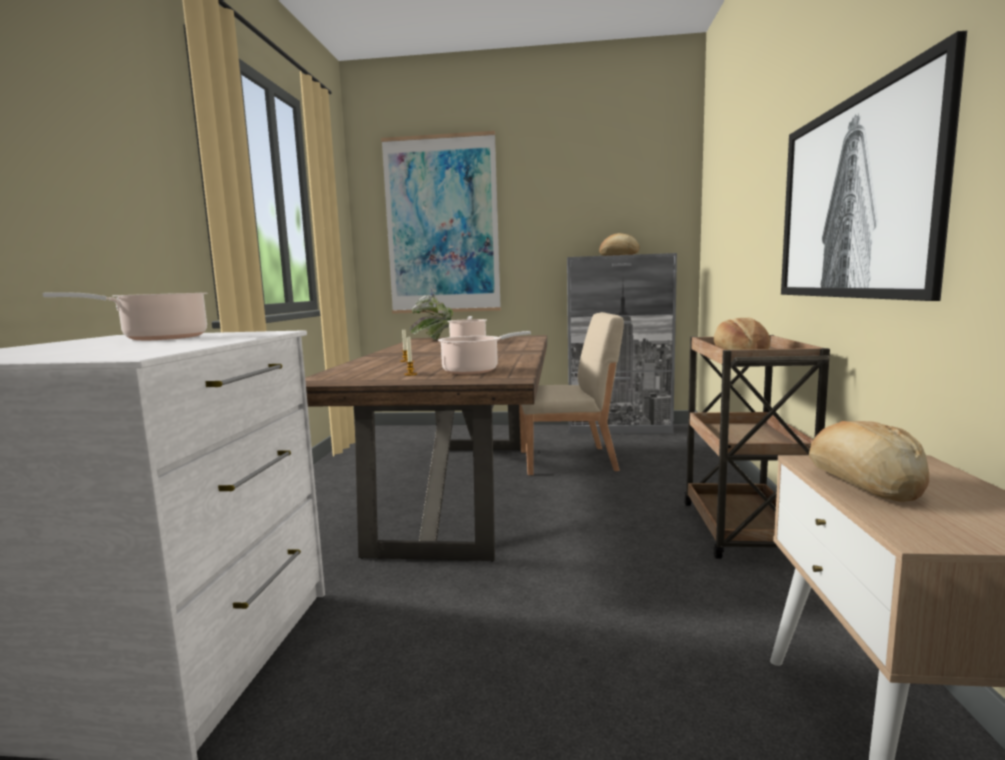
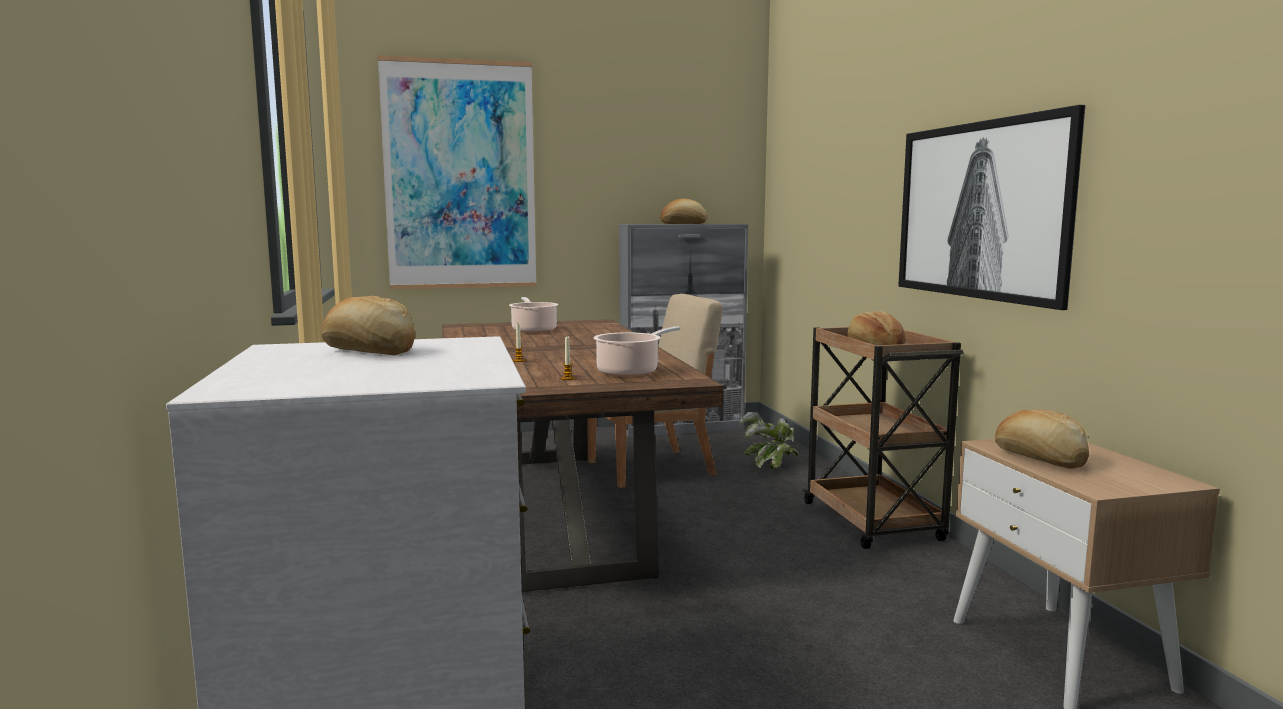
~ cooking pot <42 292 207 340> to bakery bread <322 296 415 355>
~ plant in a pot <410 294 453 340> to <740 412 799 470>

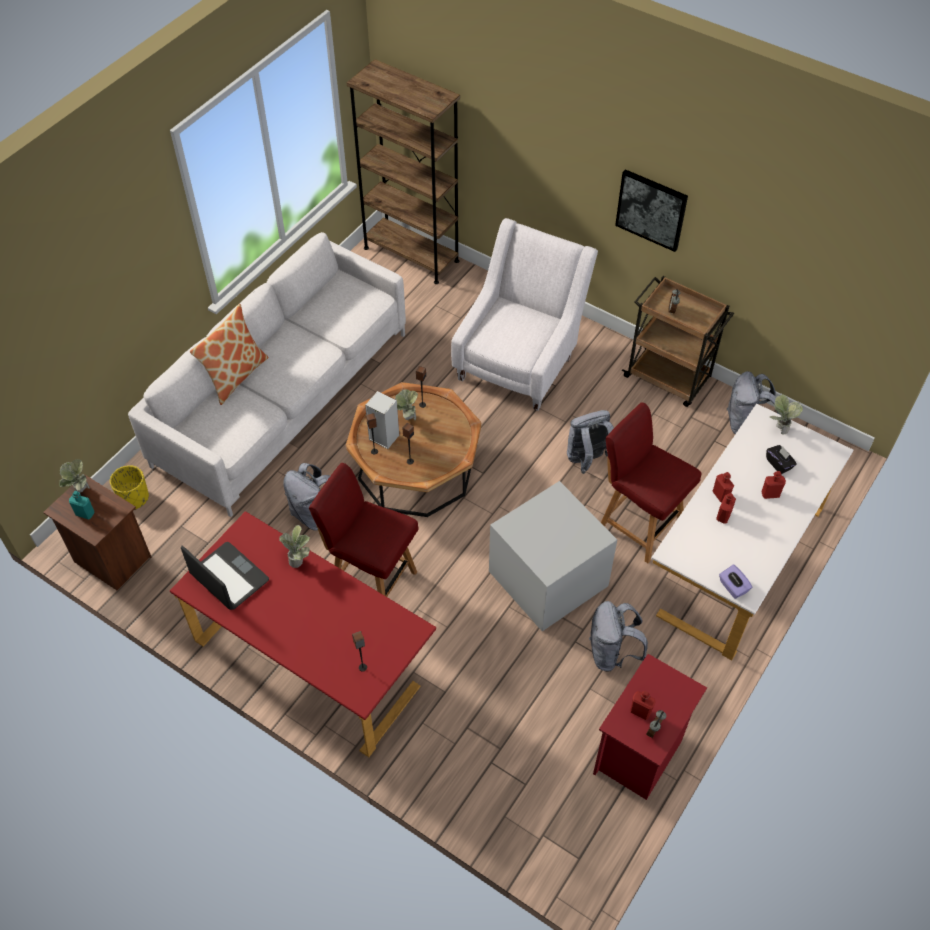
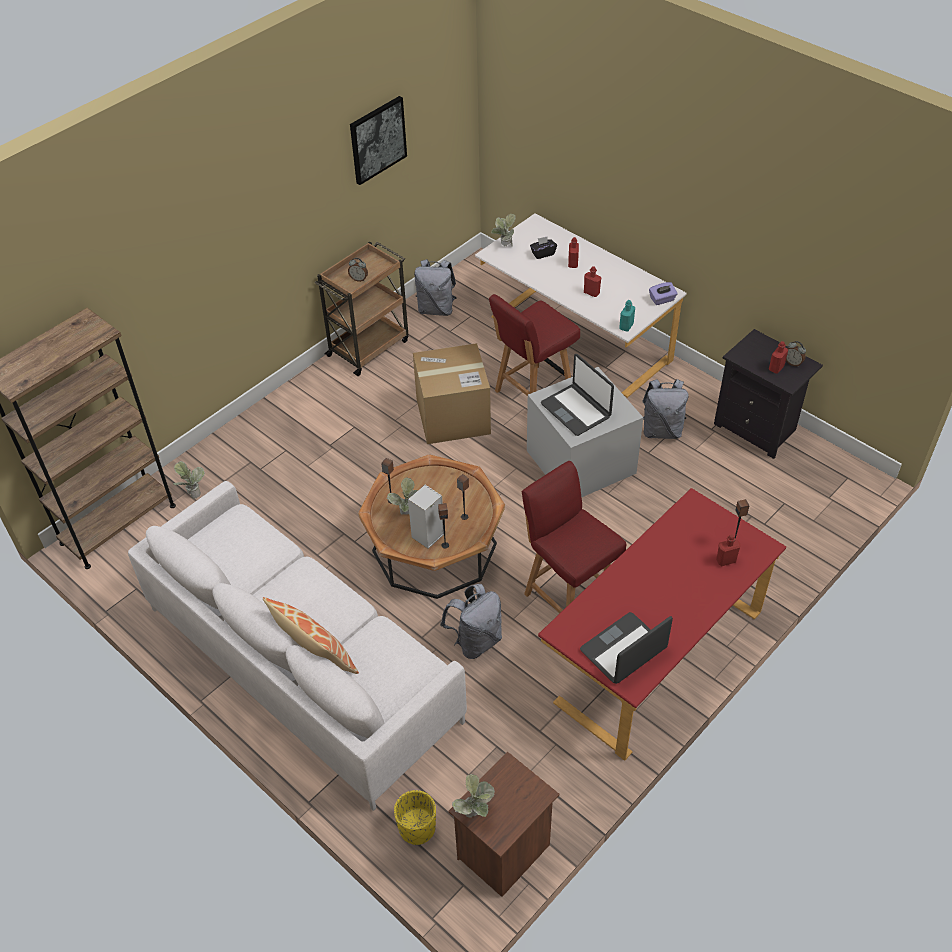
~ bottle/turquoise <69 491 94 520> to <619 300 635 332>
~ plant in a pot <279 525 310 568> to <173 461 205 499>
~ upright chair/red-coloured <309 463 419 597> = <522 461 626 613> 105 degrees clockwise
- easy chair/white <451 218 598 411>
~ knapsack/greyish <567 410 614 474> to packing box <413 343 491 444>
~ nightstand/red-coloured <593 654 707 800> to nightstand/black-coloured <714 329 823 459>
~ picture <615 169 688 252> to <350 96 407 185>
~ bottle/red-coloured <712 472 734 502> to <716 534 740 566>
+ notebook computer <541 354 614 436>

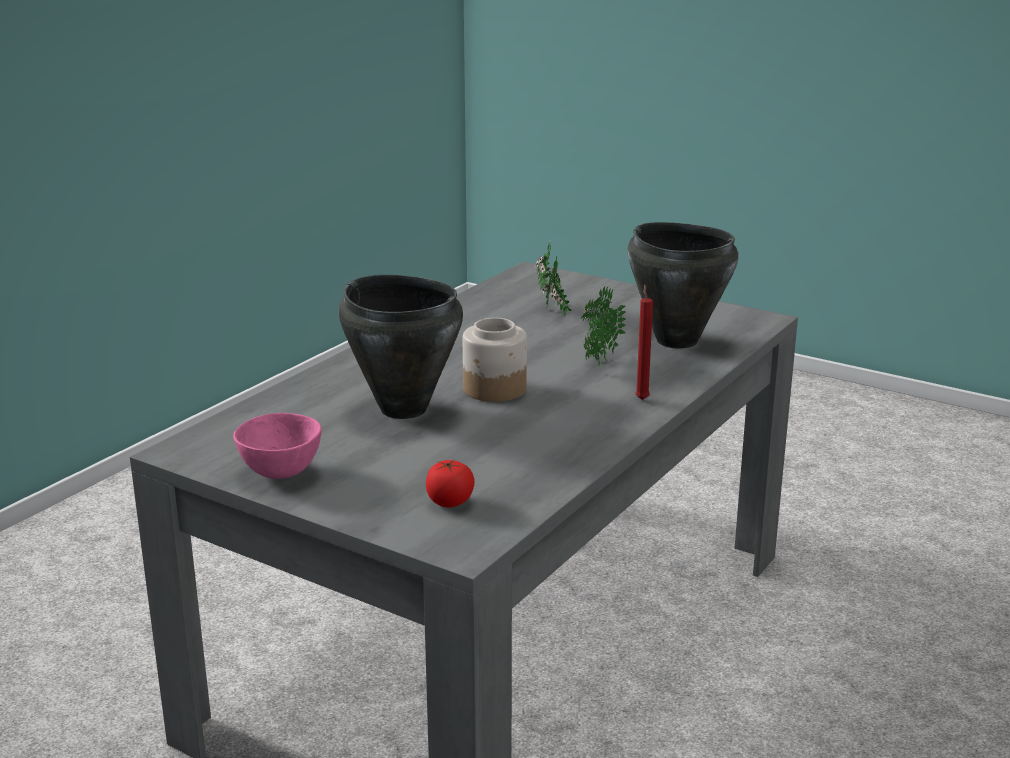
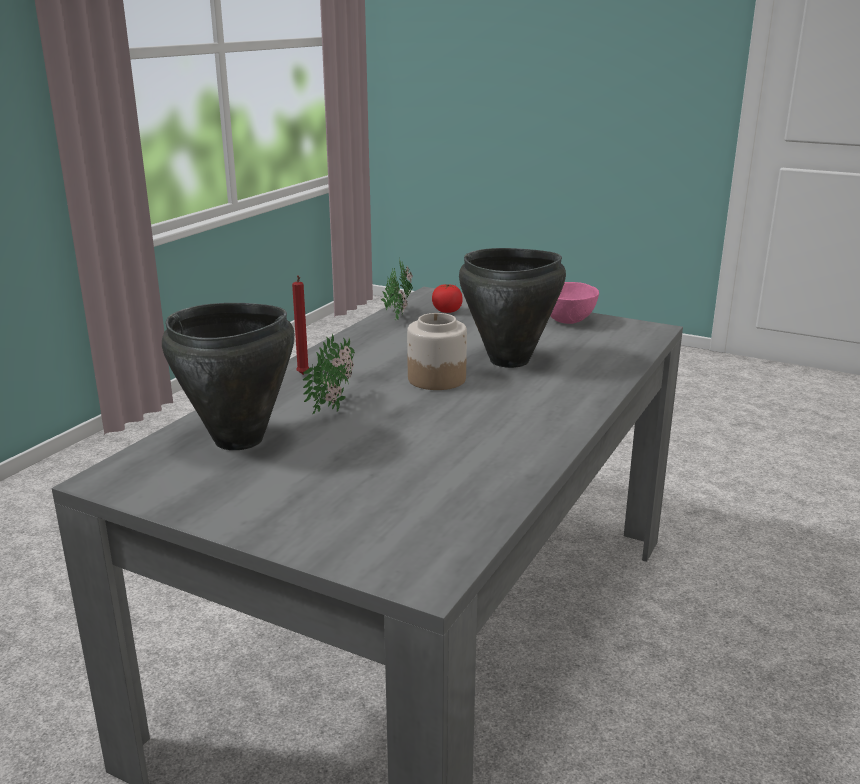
~ plant in a pot <535 241 572 315> to <380 256 413 320>

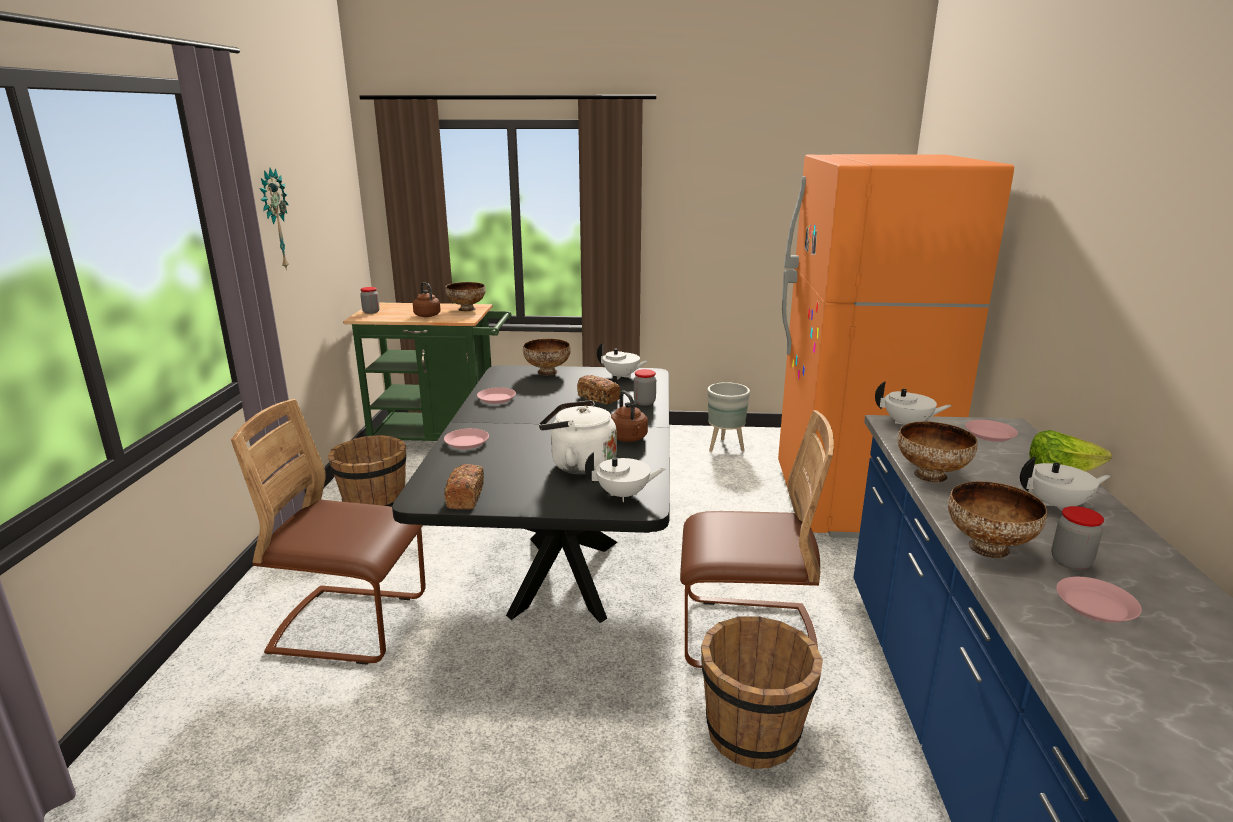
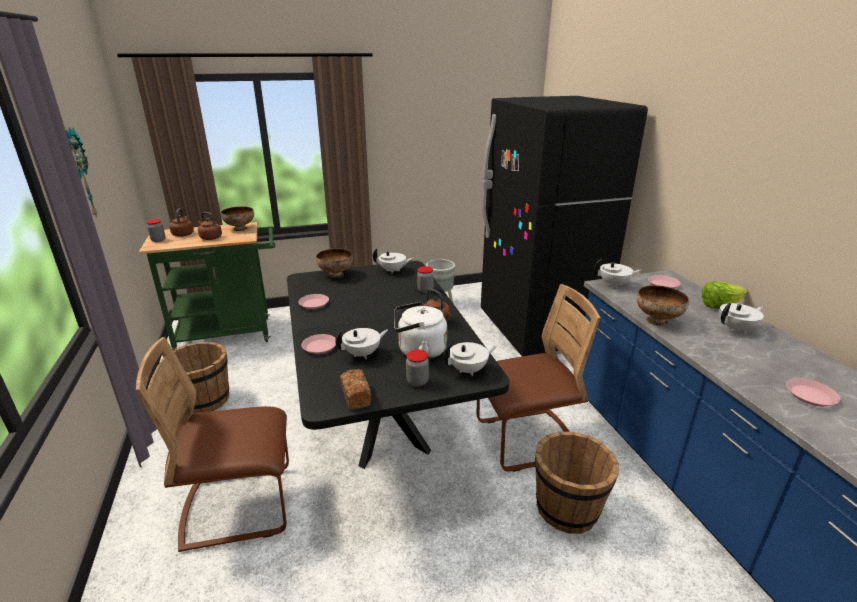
- bakery bread <577 375 620 404>
~ refrigerator/orange <778 154 1014 538> to refrigerator/black-coloured <481 96 648 356>
- bowl <948 481 1047 558>
~ preserve jar <1051 506 1104 570> to <406 350 429 387>
+ kettle/brown <169 208 194 237>
+ teapot/white <335 328 388 359>

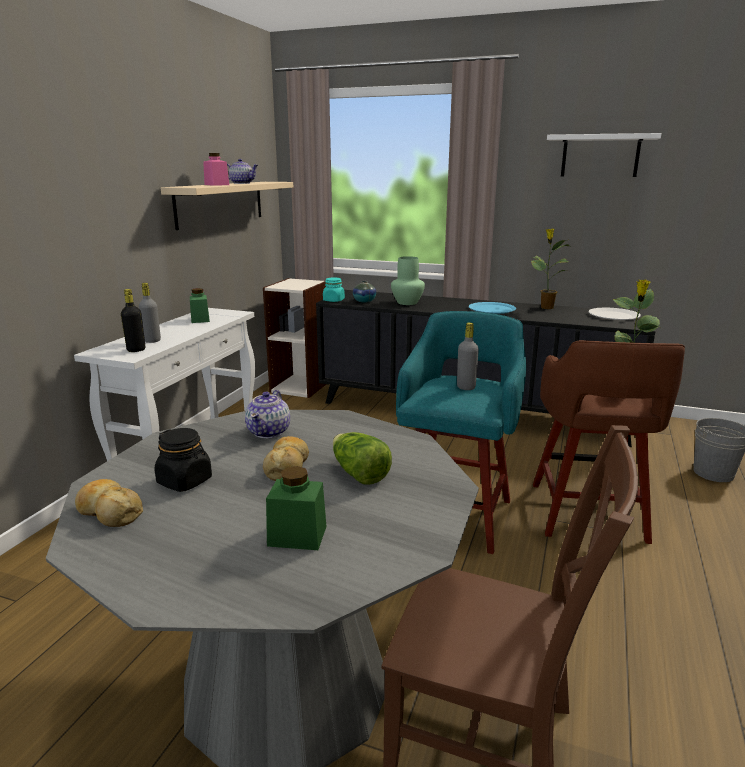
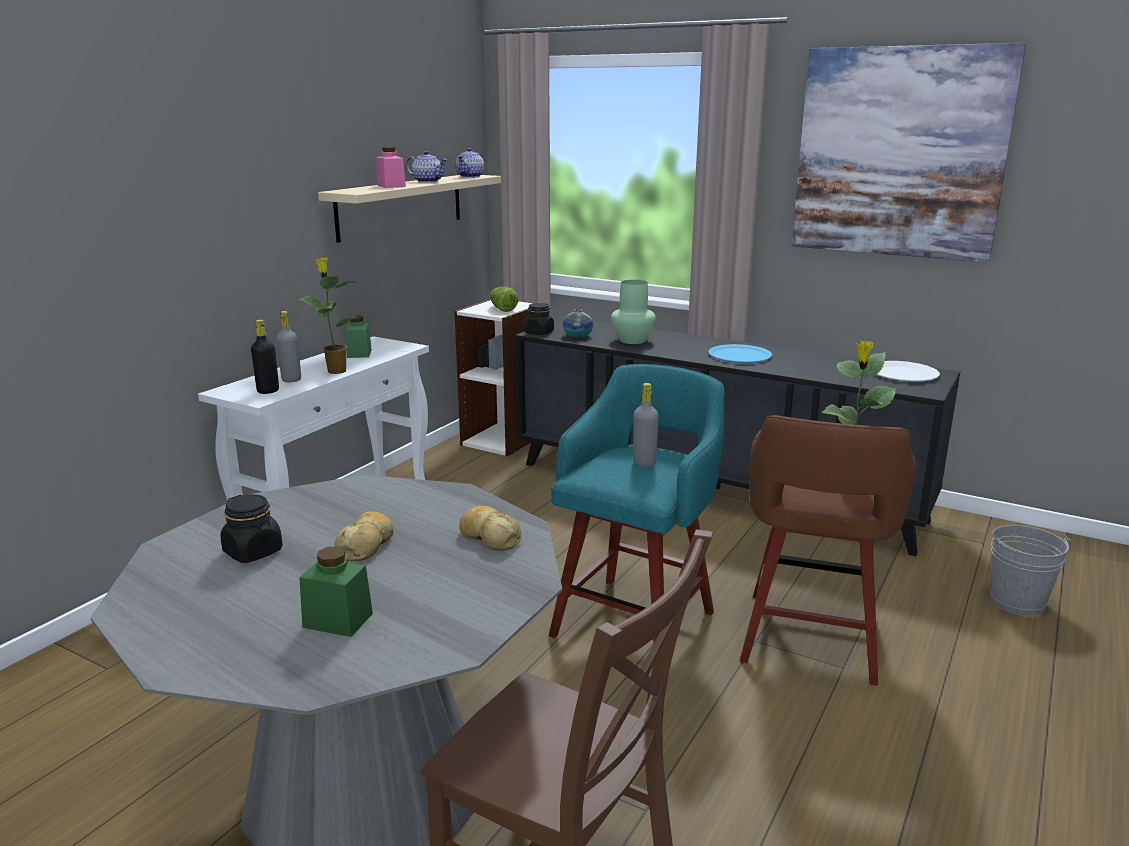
~ bakery bread <75 479 143 527> to <459 506 522 550>
~ teapot <245 390 290 438> to <455 148 484 178>
~ preserve jar/turquoise <323 277 345 302> to preserve jar/black-coloured <525 303 554 335>
~ lettuce head <333 432 392 485> to <490 286 518 312>
~ plant in a pot <531 229 570 309> to <299 258 361 374>
~ bracket shelf/white <547 133 662 177> to picture <792 43 1026 263>

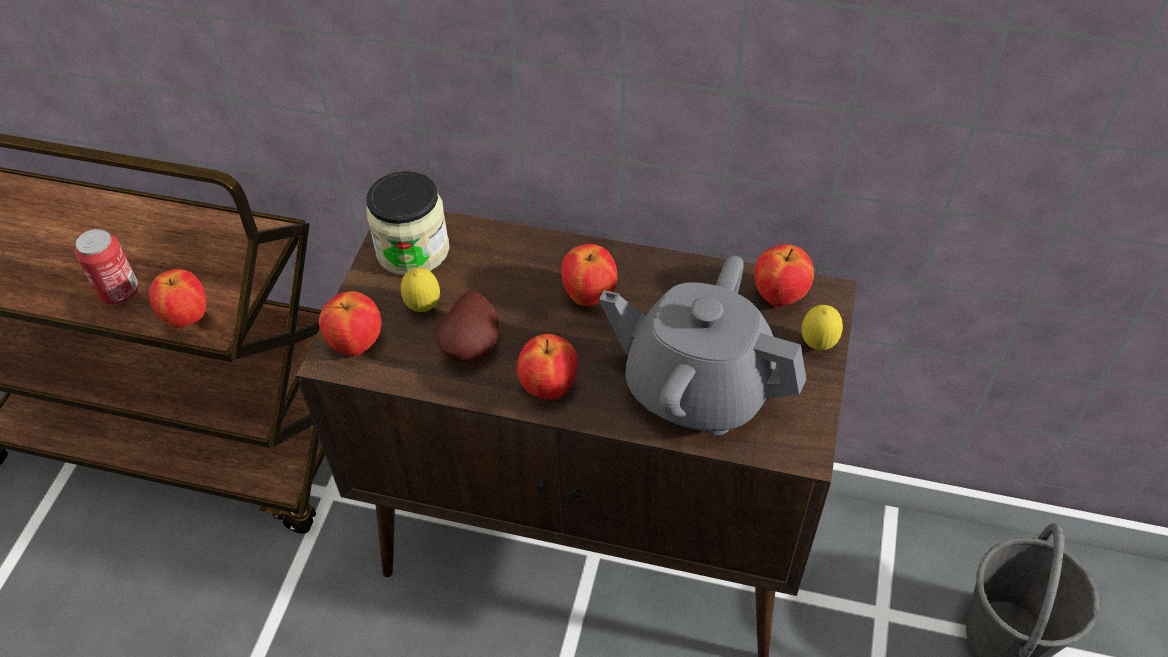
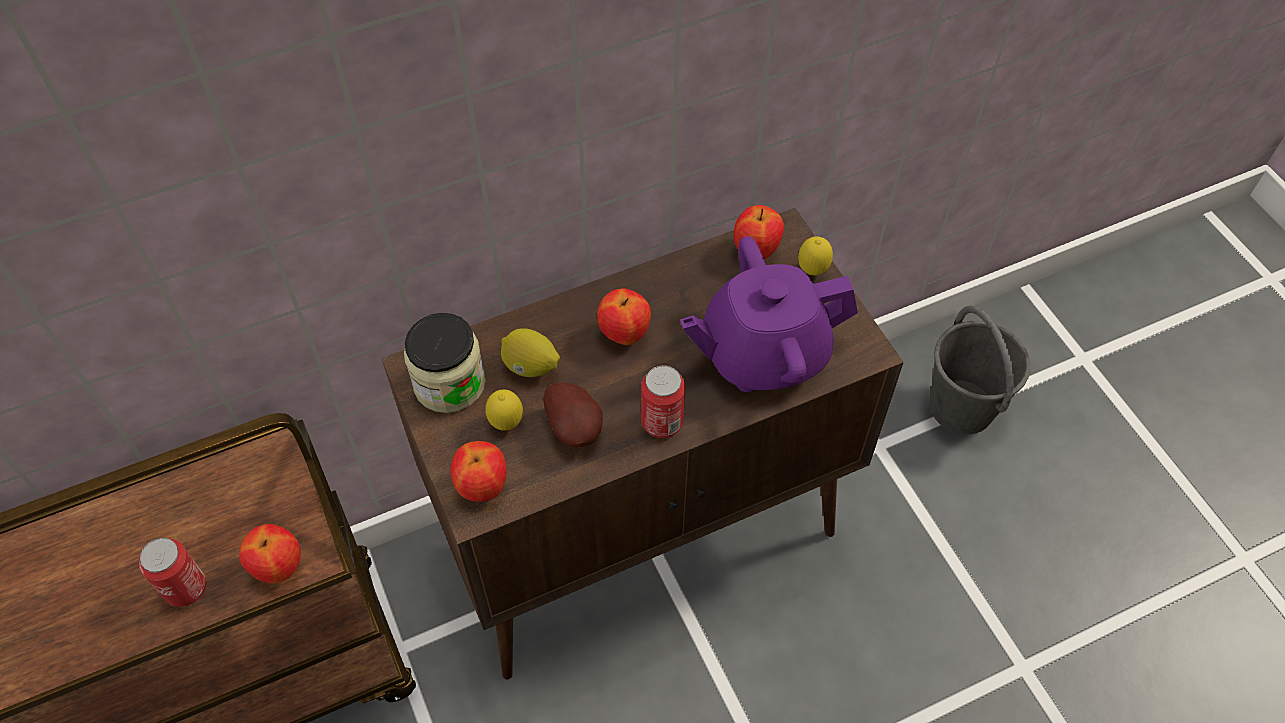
~ apple fruit <517 334 578 400> to metal can <641 365 685 438>
~ teapot/greyish <599 256 806 435> to teapot/purple <680 236 858 392>
+ whole lemon <501 328 560 377>

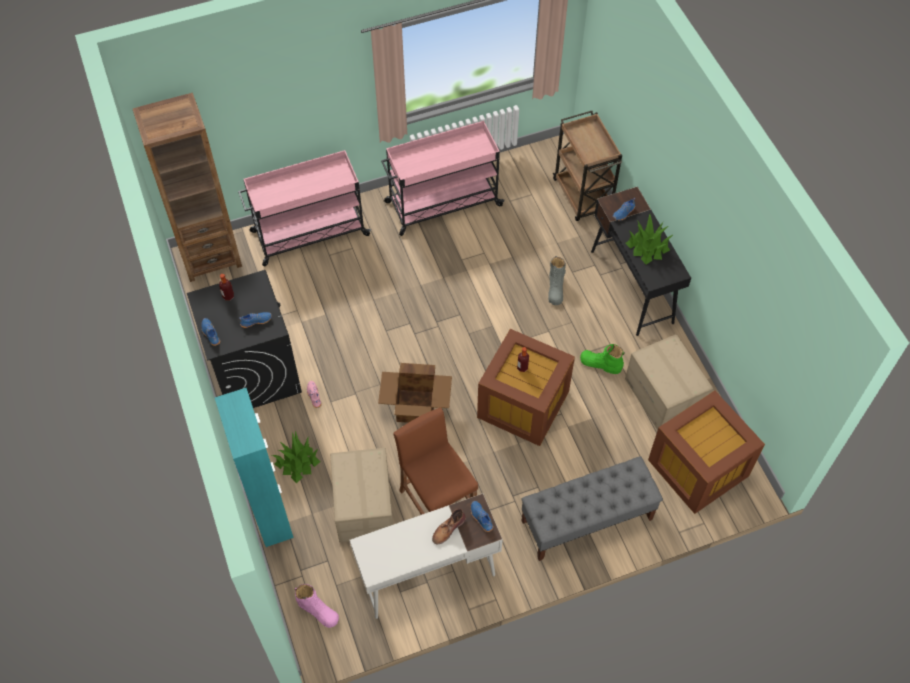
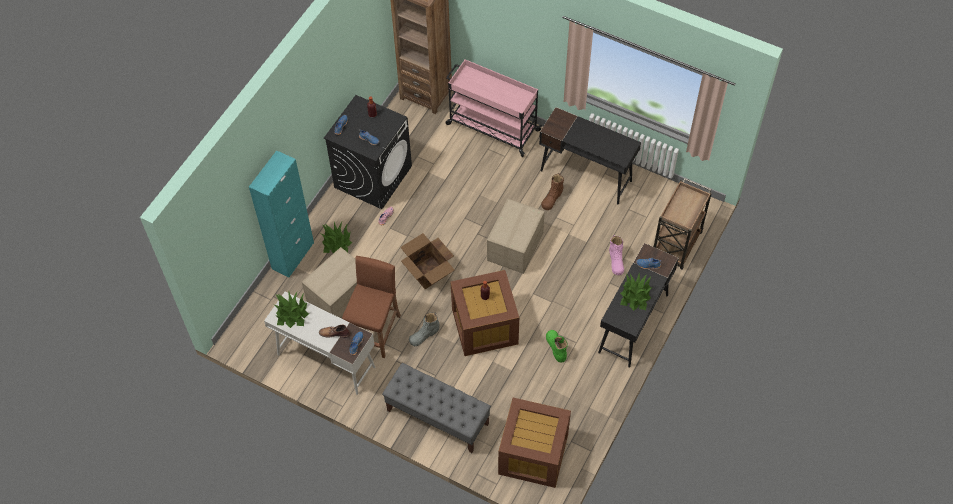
~ boot/pink <295 584 339 628> to <609 235 624 275>
~ trolley/pink <381 121 504 236> to desk/black-coloured <539 107 641 204>
~ boot/greyish <548 256 566 305> to <409 313 440 346>
~ packing box <625 334 713 430> to <487 199 545 274>
+ plant in a pot <274 292 309 328>
+ boot/brown <541 173 564 210>

